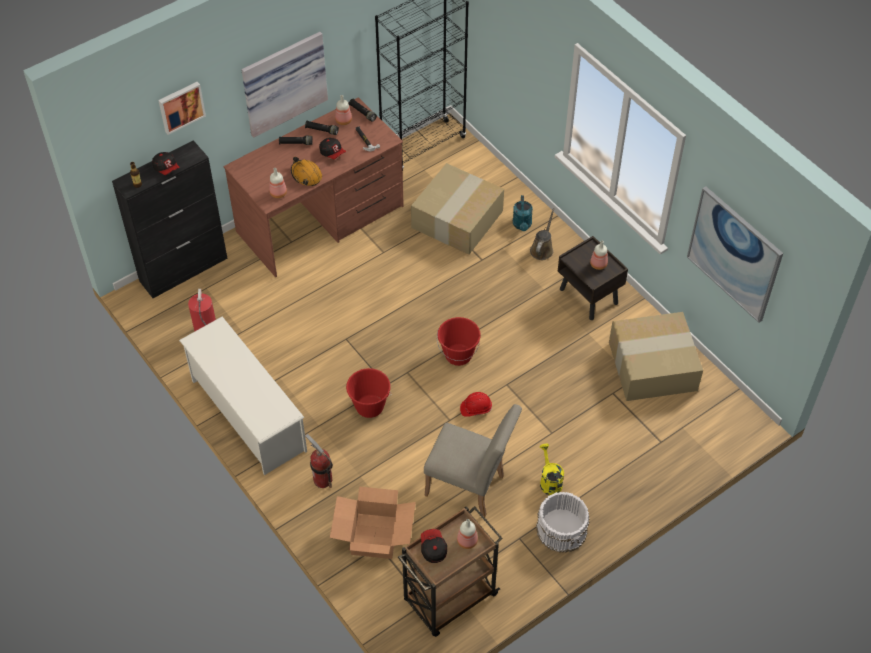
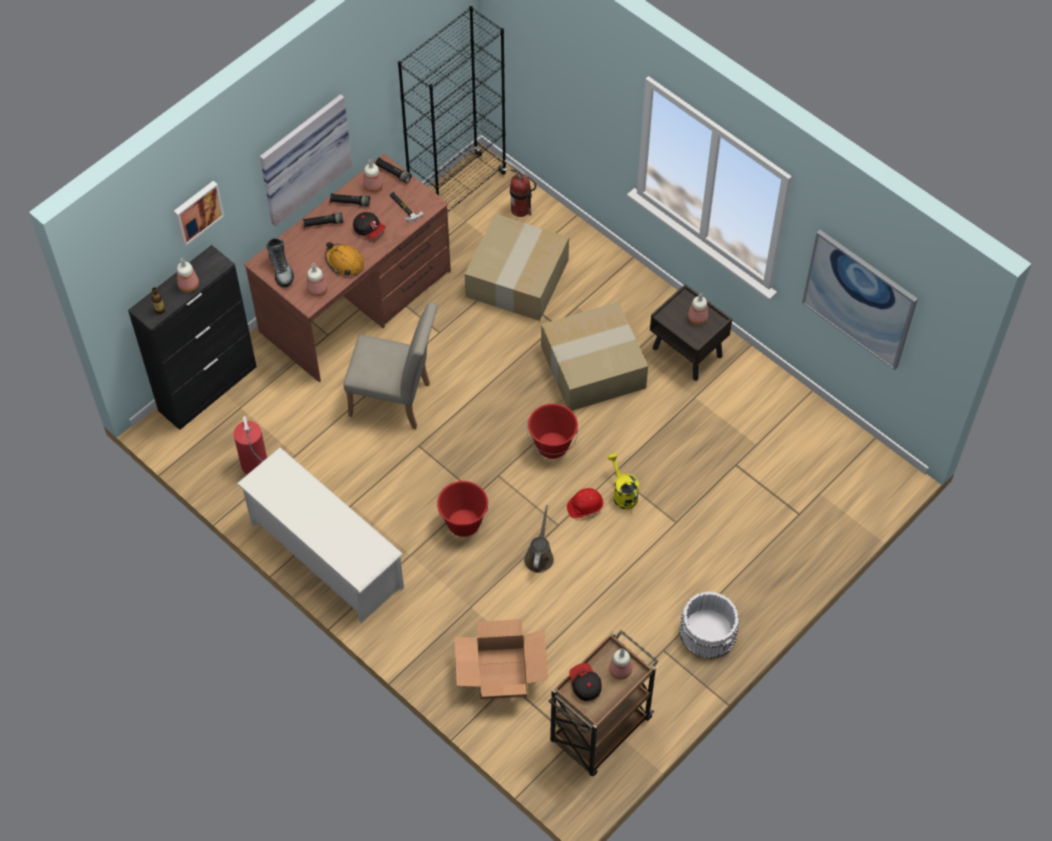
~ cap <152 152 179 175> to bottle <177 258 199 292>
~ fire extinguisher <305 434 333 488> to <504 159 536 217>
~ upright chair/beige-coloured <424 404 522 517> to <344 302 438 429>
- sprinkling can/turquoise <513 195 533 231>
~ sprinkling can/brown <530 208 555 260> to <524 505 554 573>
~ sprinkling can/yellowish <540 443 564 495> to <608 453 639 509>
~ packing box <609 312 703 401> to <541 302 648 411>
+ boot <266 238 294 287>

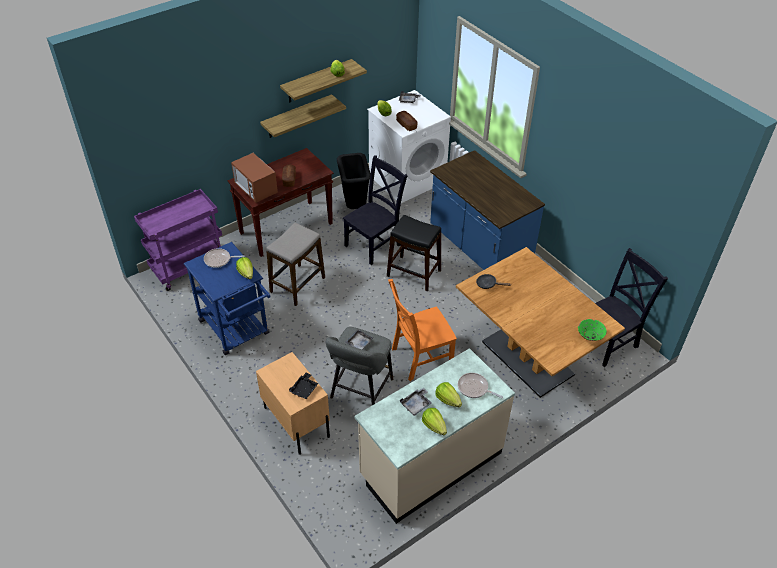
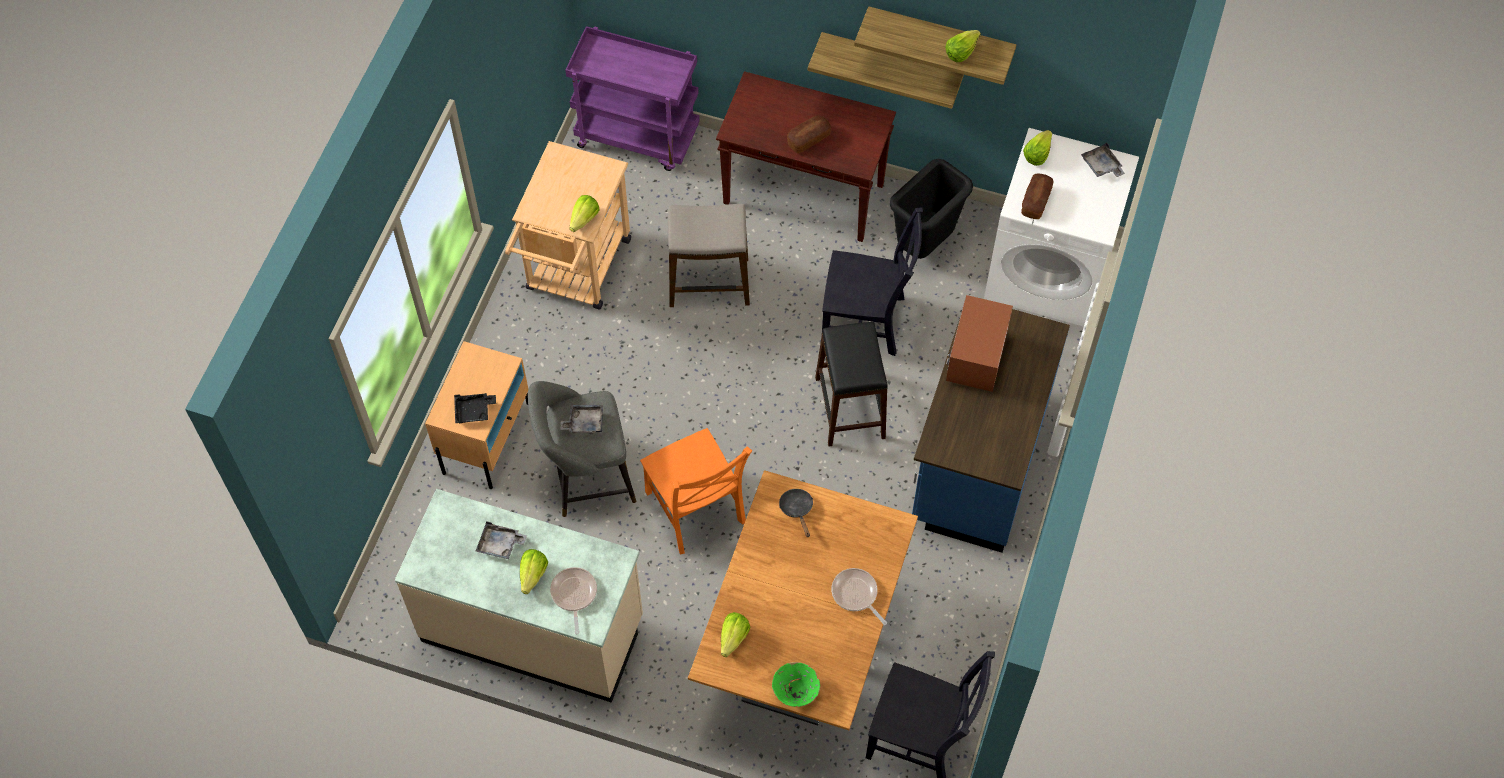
~ trolley/bluish <184 242 270 355> to trolley/beige-coloured <505 141 631 310>
~ frying pan <204 248 245 268> to <831 568 887 625>
~ microwave oven <231 153 278 203> to <946 295 1013 392>
~ upright chair/orange <388 279 457 381> = <640 428 752 554> 150 degrees counterclockwise
~ lettuce head <422 408 447 435> to <721 612 750 657>

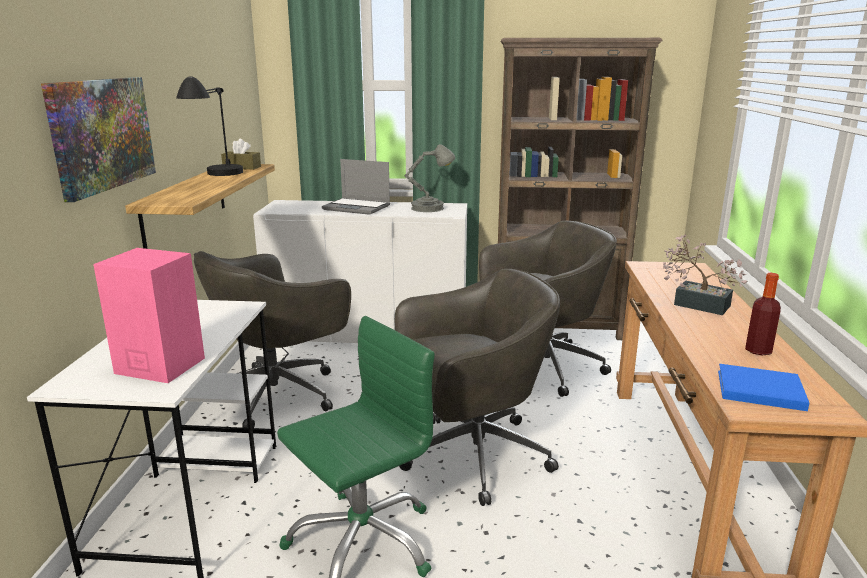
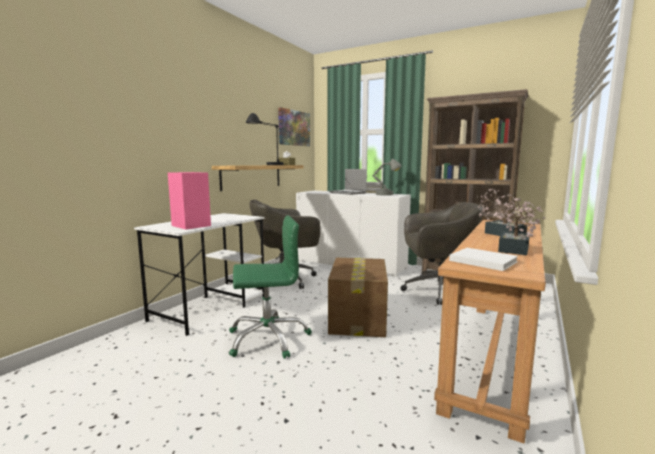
~ picture <41 77 156 202> to <278 107 310 146>
~ office chair/greyish <395 269 560 506> to packing box <328 258 388 337>
~ volume/bluish <718 364 809 411> to volume/white <449 248 518 271>
~ bottle <745 273 781 356> to plant in a pot <493 197 545 255>

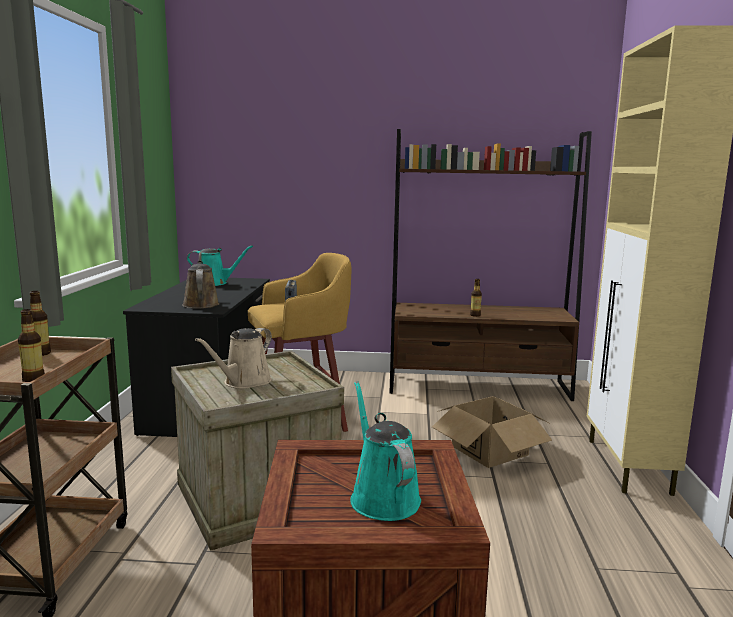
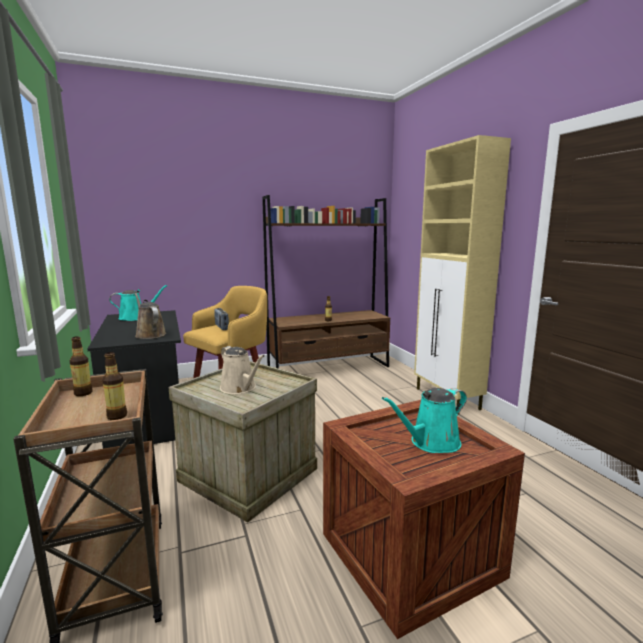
~ sprinkling can/beige-coloured <195 328 272 389> = <220 346 265 394> 45 degrees counterclockwise
~ sprinkling can/turquoise <350 381 421 521> = <382 388 467 453> 75 degrees counterclockwise
- packing box <432 396 552 468>

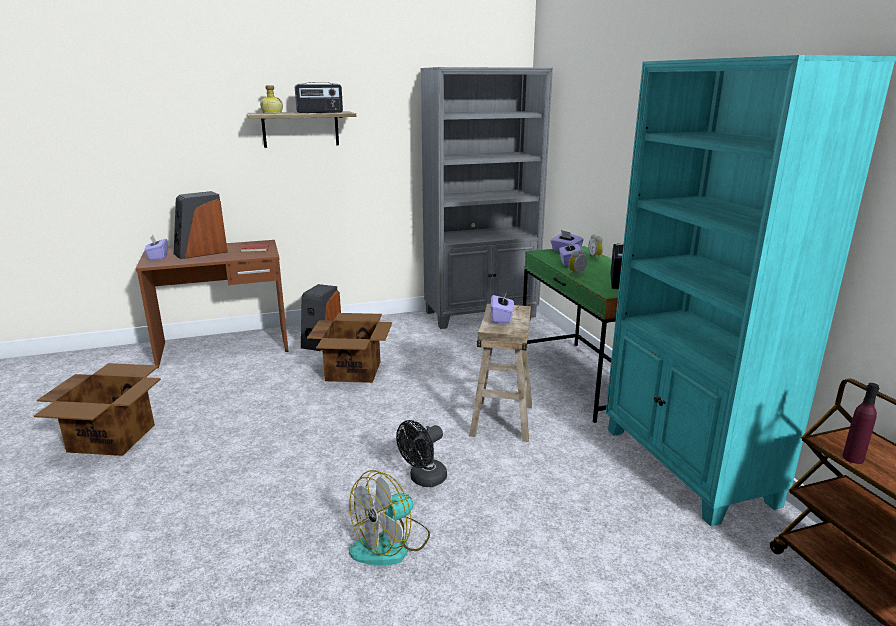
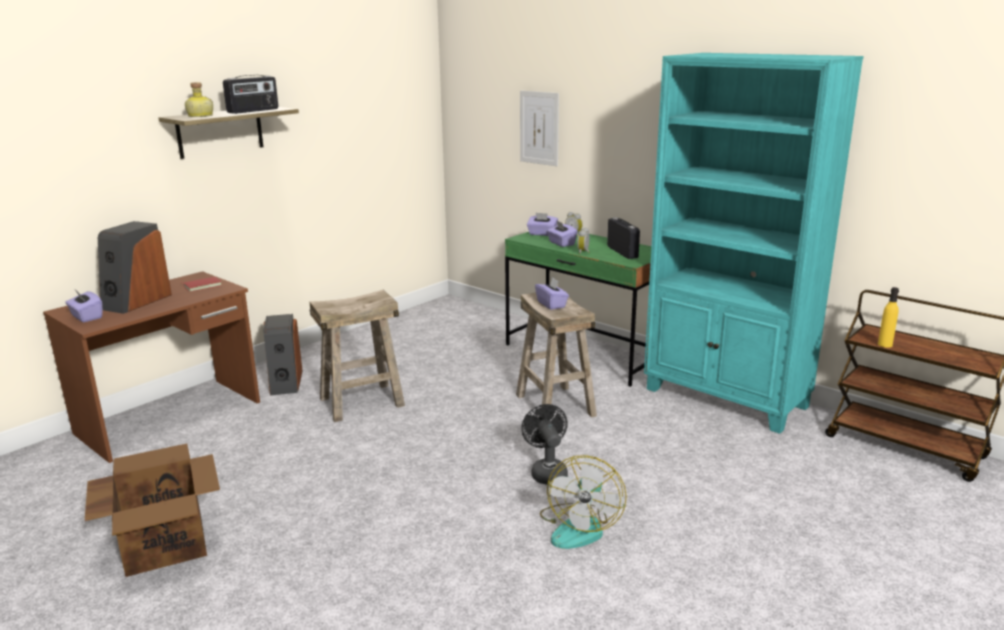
~ packing box <307 313 392 383> to stool/beige-coloured <310 290 405 422>
~ fan/black-coloured <396 420 447 487> = <521 404 568 485> 150 degrees clockwise
- bookcase/greyish <421 67 553 329>
~ bottle/purple <842 383 879 464> to bottle/yellowish <878 287 899 348>
+ picture <520 91 559 166>

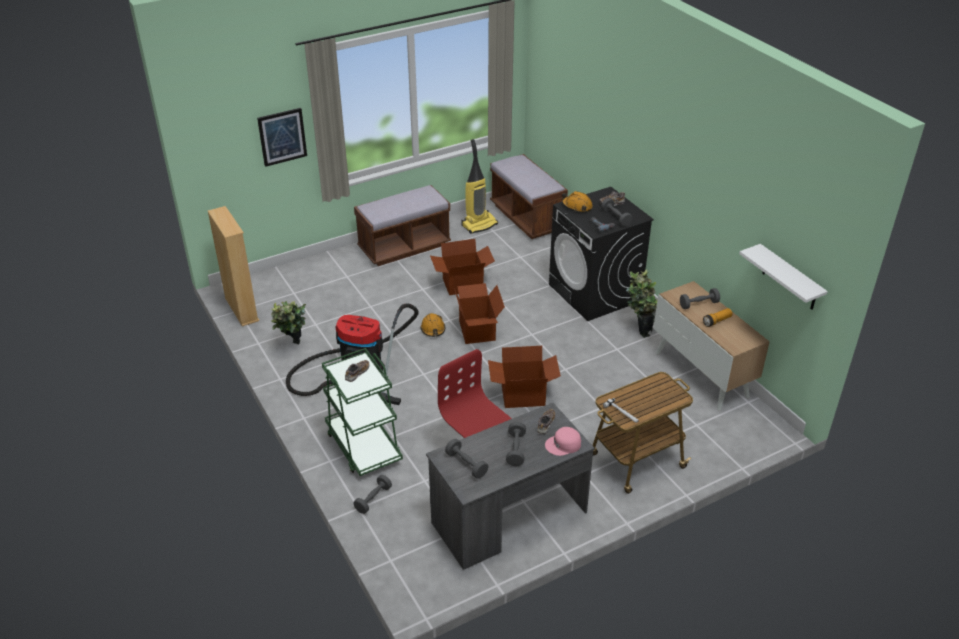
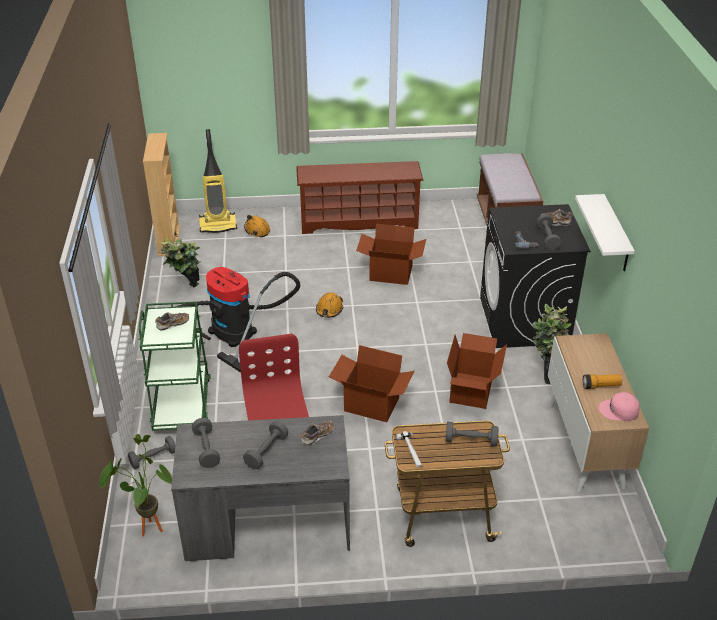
- picture <257 108 307 167>
~ bench/brown <354 185 451 266> to shoe shelf/brown <296 161 423 234>
~ packing box <454 283 505 344> to <447 333 507 409>
~ hoover <461 139 498 234> to <199 129 237 233>
~ cap/pink <545 427 581 456> to <599 392 640 421>
~ work helmet/orange <562 191 593 212> to <244 215 270 238>
~ hand weight/greyish <680 288 720 309> to <445 422 498 446>
~ bracket shelf/white <739 244 828 310> to <575 194 635 271>
+ plant in a pot <99 434 172 536>

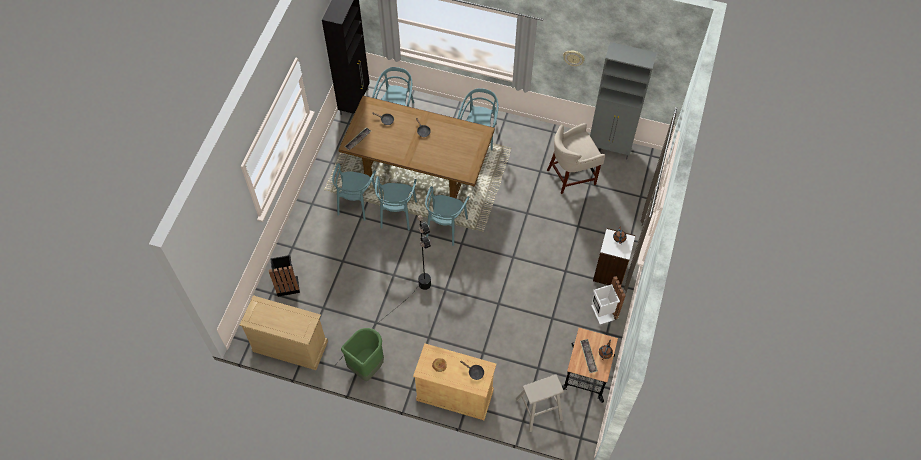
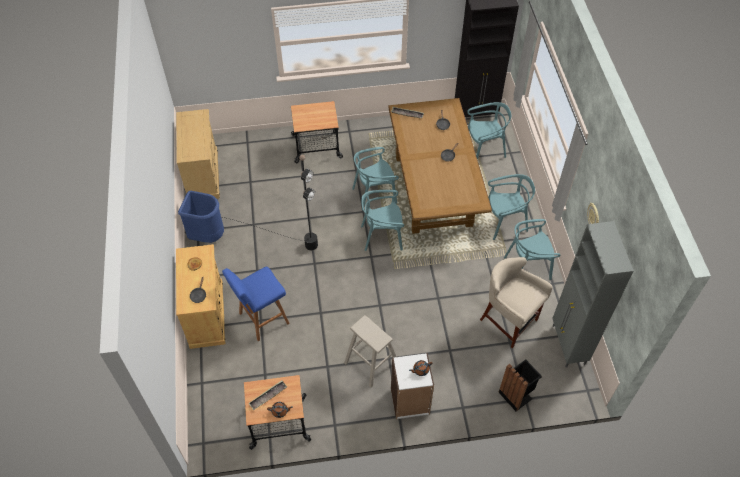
~ trash can/black-coloured <269 255 300 297> to <499 360 542 411>
~ upright chair/turquoise <332 163 378 221> to <504 219 561 280>
~ trash can/greenish <341 328 384 381> to trash can/bluish <178 191 224 243>
~ stool/beige-coloured <516 374 564 432> to <344 315 397 387>
- trash can/white <591 276 626 324>
+ stool/bluish <222 267 289 341>
+ trolley <291 101 343 163>

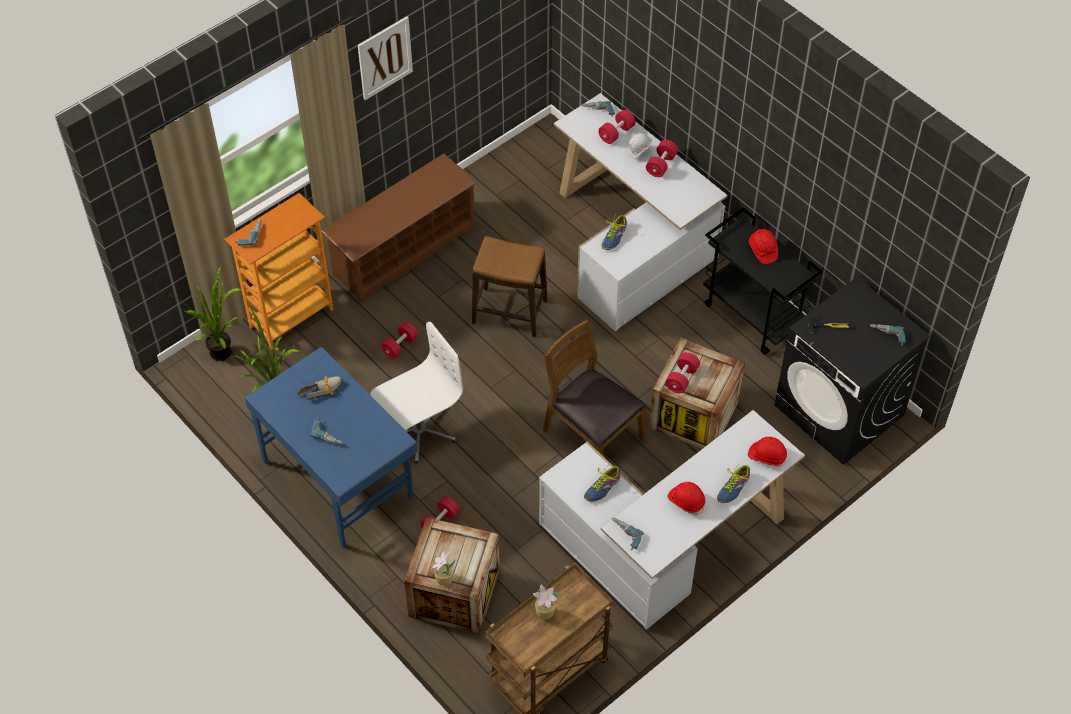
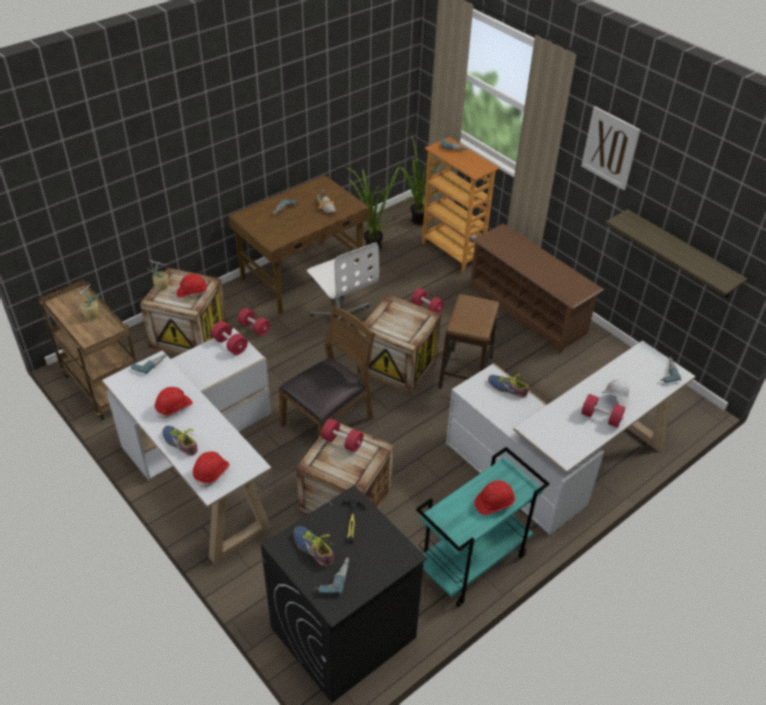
~ desk/bluish <245 347 418 548> to desk/brown <228 175 370 314>
~ low shoe <584 466 621 502> to <293 526 334 566>
~ hand weight/red-coloured <598 109 636 144> to <211 321 248 355>
~ trolley/black-coloured <703 207 823 355> to trolley/turquoise <416 447 550 607>
+ work helmet/red-coloured <177 274 208 298>
+ shipping crate <358 294 441 394>
+ bracket shelf <605 209 747 297>

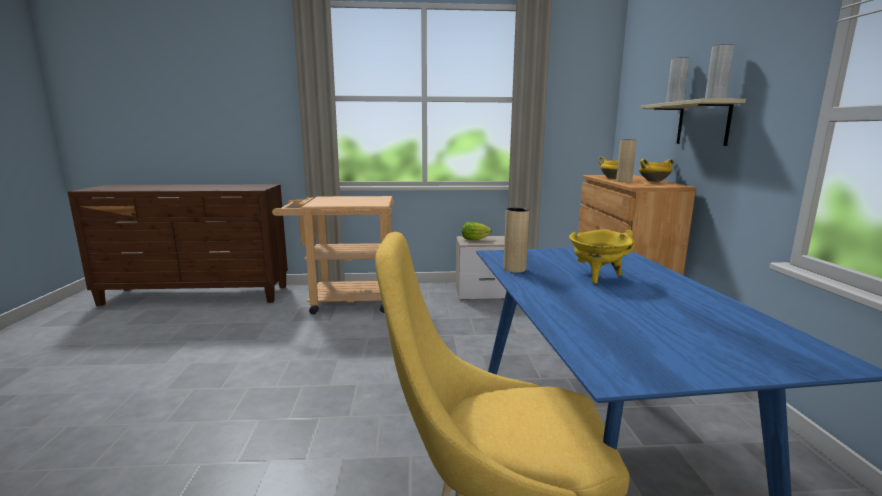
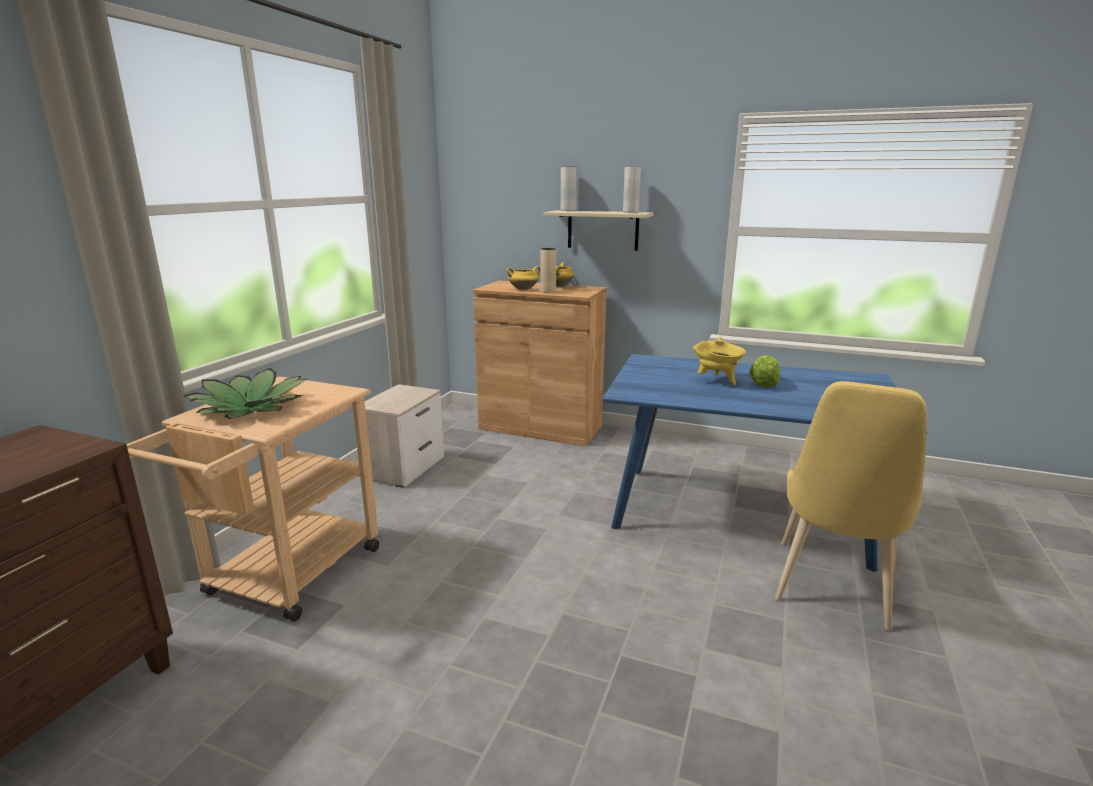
~ lettuce head <462 222 492 240> to <749 355 780 387>
- decorative vase/beige-coloured <504 208 529 273>
+ plant in a pot <184 368 307 419>

